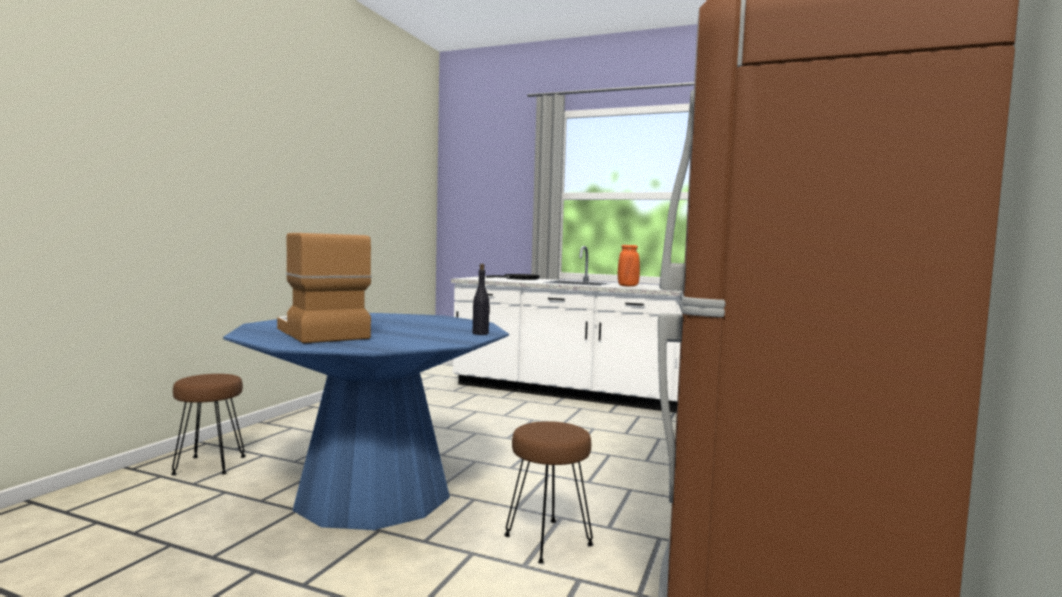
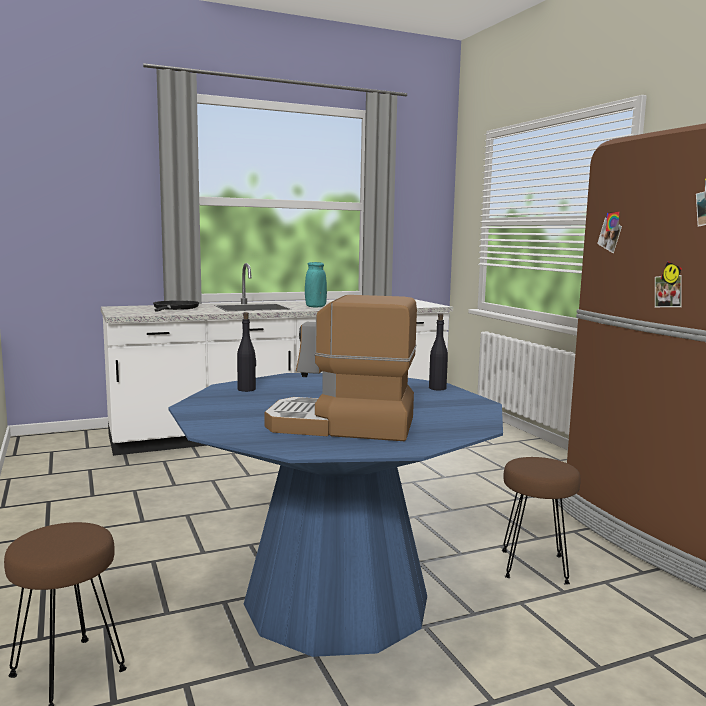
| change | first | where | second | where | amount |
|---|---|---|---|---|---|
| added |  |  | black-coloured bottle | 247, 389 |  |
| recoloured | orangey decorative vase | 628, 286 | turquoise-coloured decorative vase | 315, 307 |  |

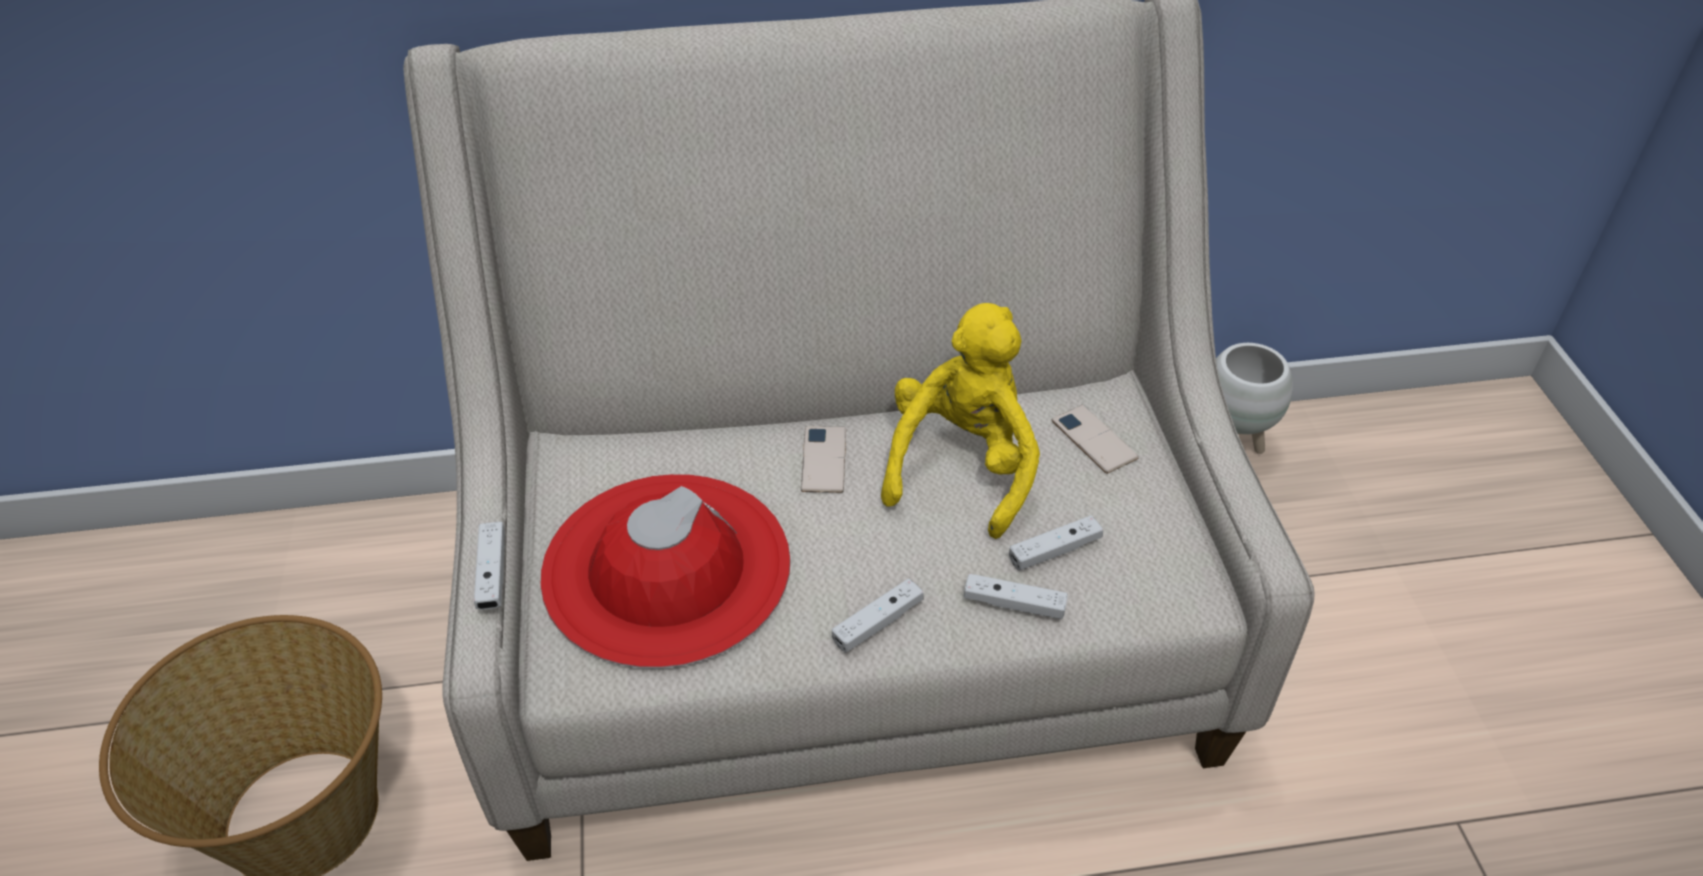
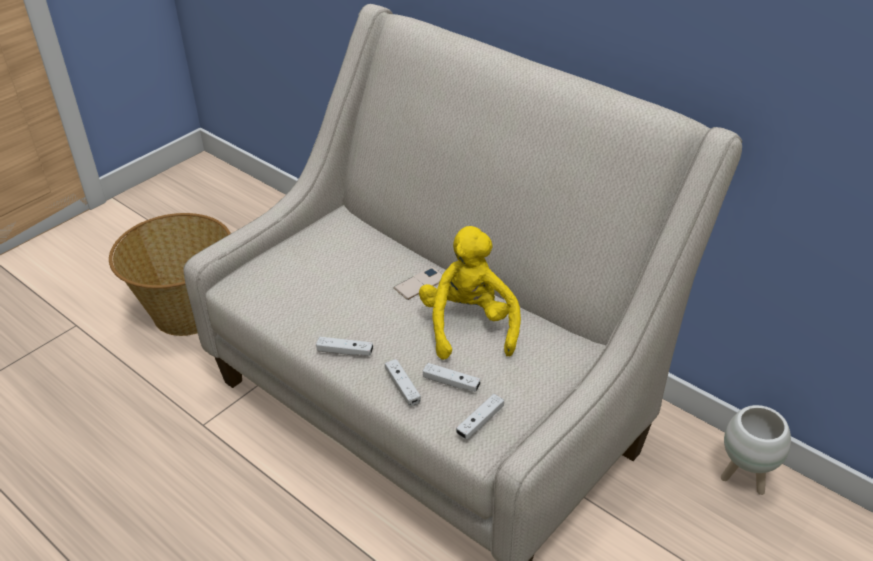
| change | first | where | second | where | amount |
|---|---|---|---|---|---|
| turned | yellow-coloured cuddly toy | 962, 466 |  | 468, 326 | 75 degrees counterclockwise |
| moved | white joypad | 492, 574 |  | 480, 422 |  |
| removed | red wearable hat | 666, 568 |  |  |  |
| removed | handset | 1094, 439 |  |  |  |

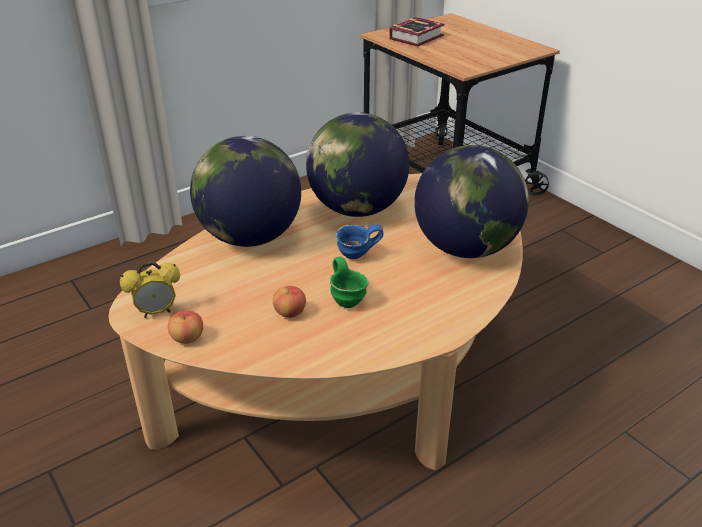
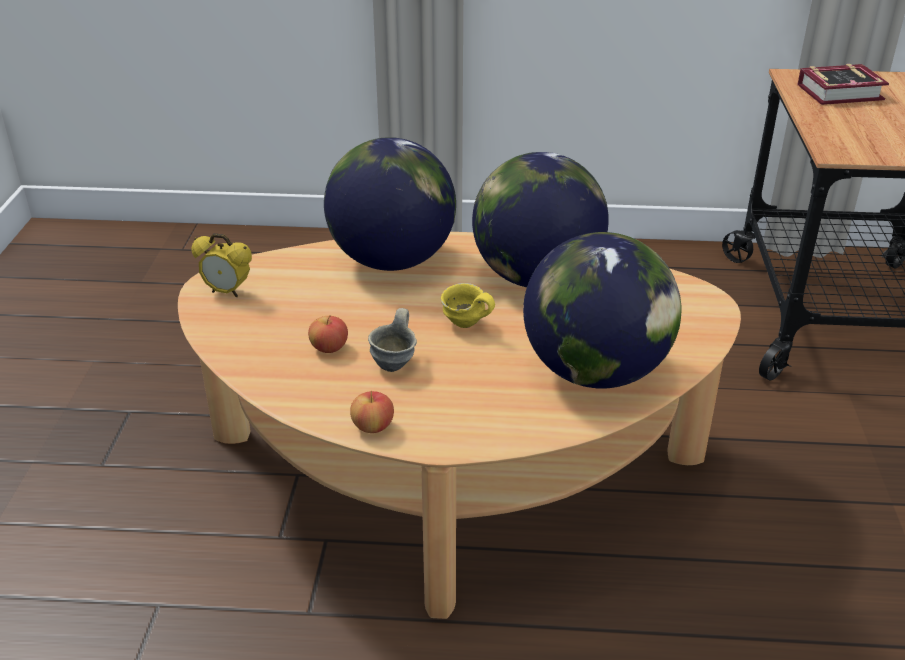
| change | first | where | second | where | amount |
|---|---|---|---|---|---|
| moved | whole apple | 187, 338 |  | 373, 426 |  |
| recoloured | greenish tea mug | 348, 300 | grey tea mug | 397, 363 |  |
| recoloured | blue tea mug | 357, 257 | yellow-coloured tea mug | 465, 326 |  |

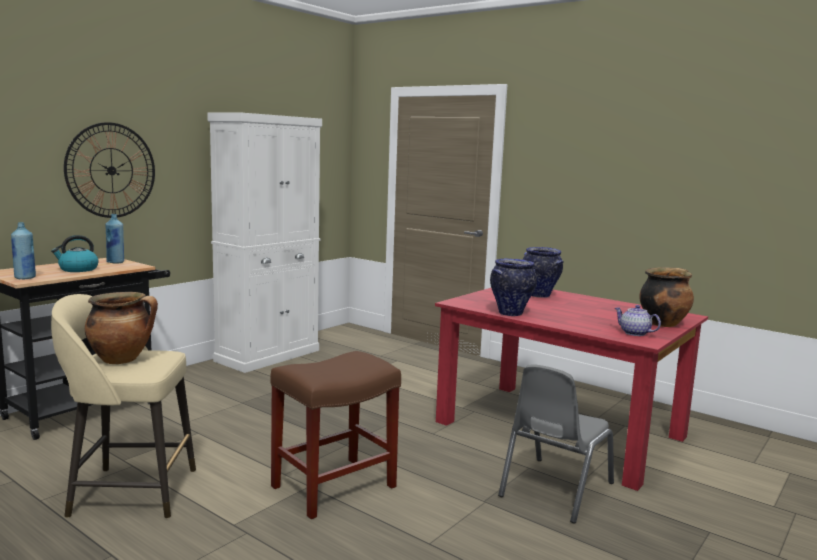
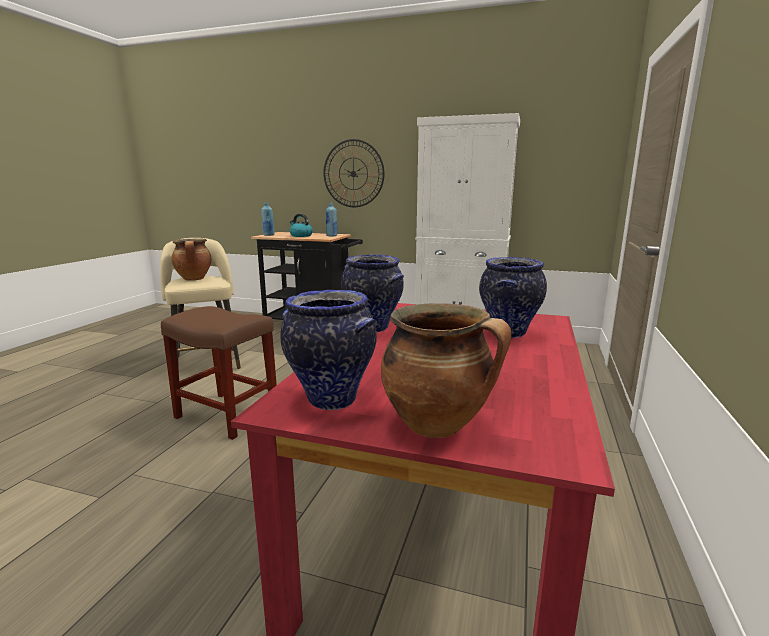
| change | first | where | second | where | amount |
|---|---|---|---|---|---|
| replaced | tea pot | 634, 333 | decorative vase | 330, 400 |  |
| removed | grey plain chair | 555, 489 |  |  |  |

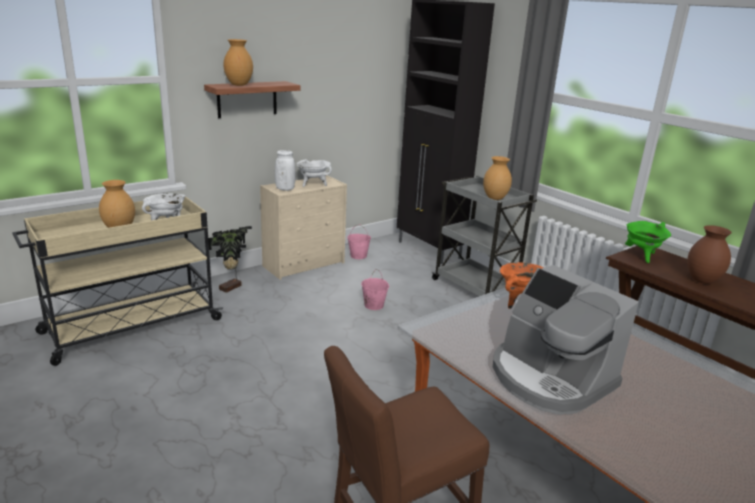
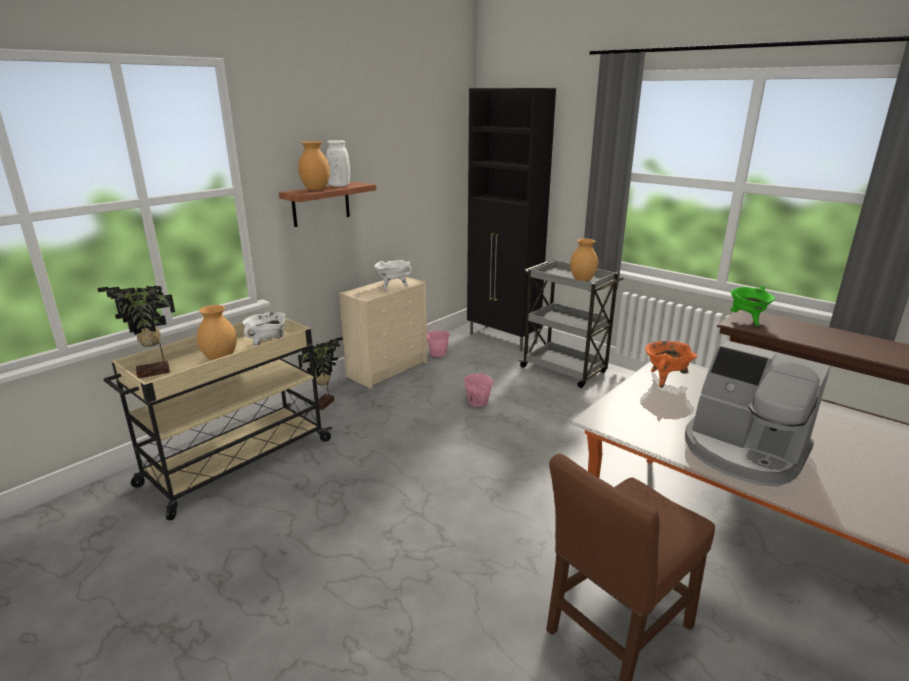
| change | first | where | second | where | amount |
|---|---|---|---|---|---|
| added |  |  | houseplant | 154, 373 |  |
| moved | white decorative vase | 285, 189 |  | 339, 186 |  |
| removed | brown decorative vase | 703, 281 |  |  |  |

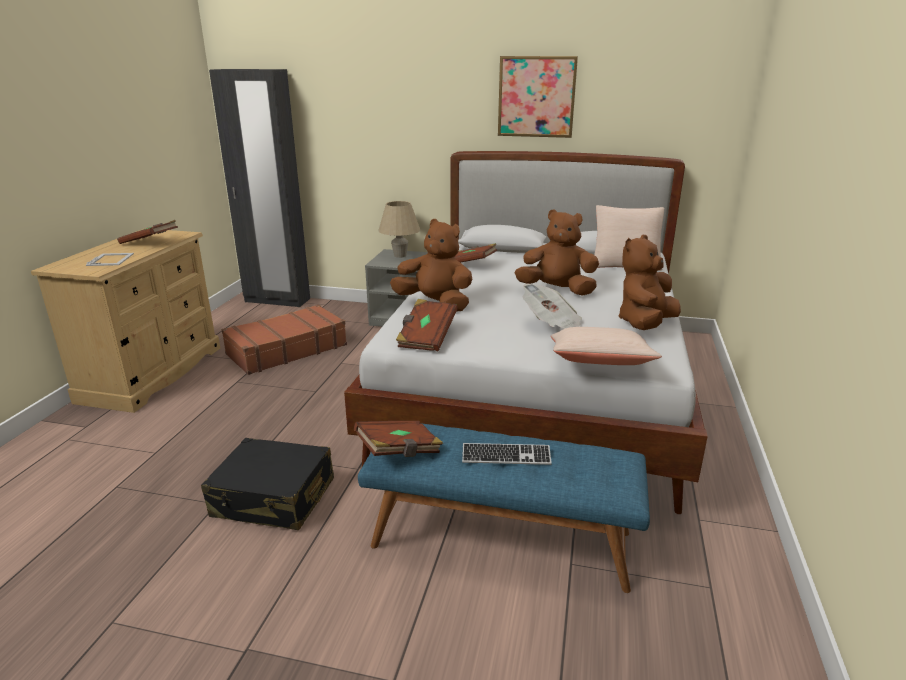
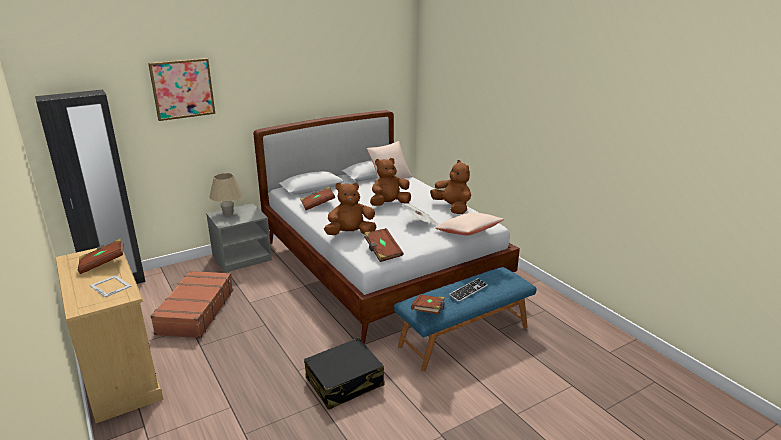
| change | first | where | second | where | amount |
|---|---|---|---|---|---|
| moved | wall art | 536, 97 |  | 182, 88 |  |
| turned | brown cuddly toy | 645, 324 |  | 452, 208 | 150 degrees clockwise |

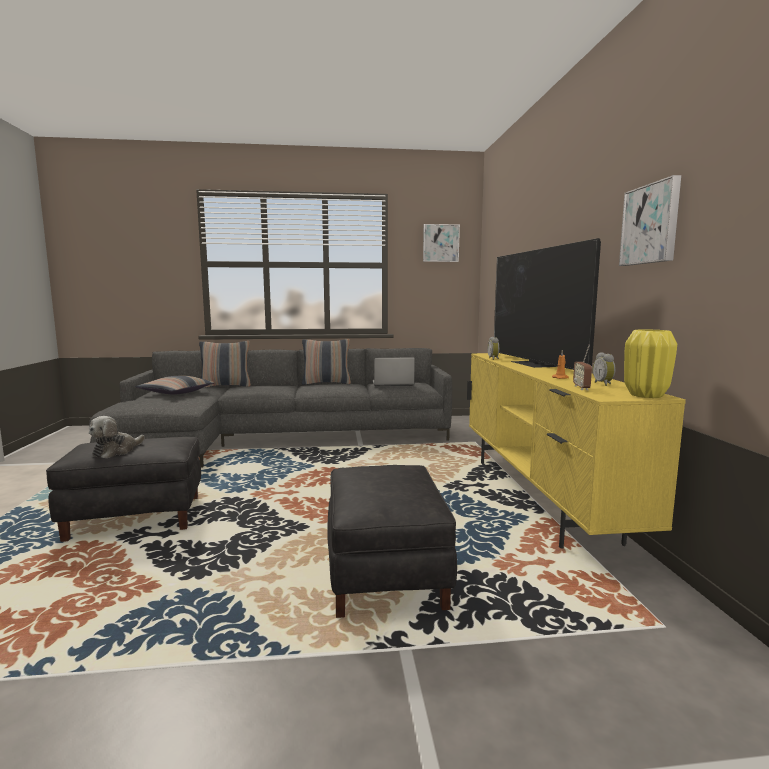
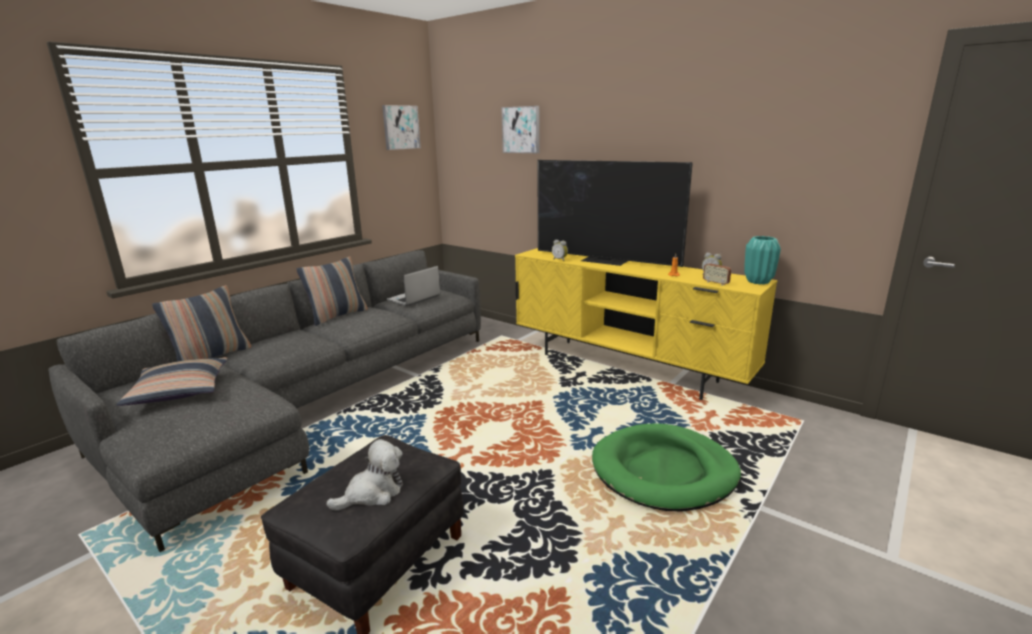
| change | first | where | second | where | amount |
|---|---|---|---|---|---|
| turned | cuddly toy | 116, 451 |  | 373, 493 | 105 degrees counterclockwise |
| moved | wall art | 651, 224 |  | 521, 130 |  |
| replaced | black-coloured pouffe | 386, 573 | greenish dog bed | 664, 471 |  |
| recoloured | yellow-coloured decorative vase | 646, 395 | turquoise-coloured decorative vase | 758, 282 |  |

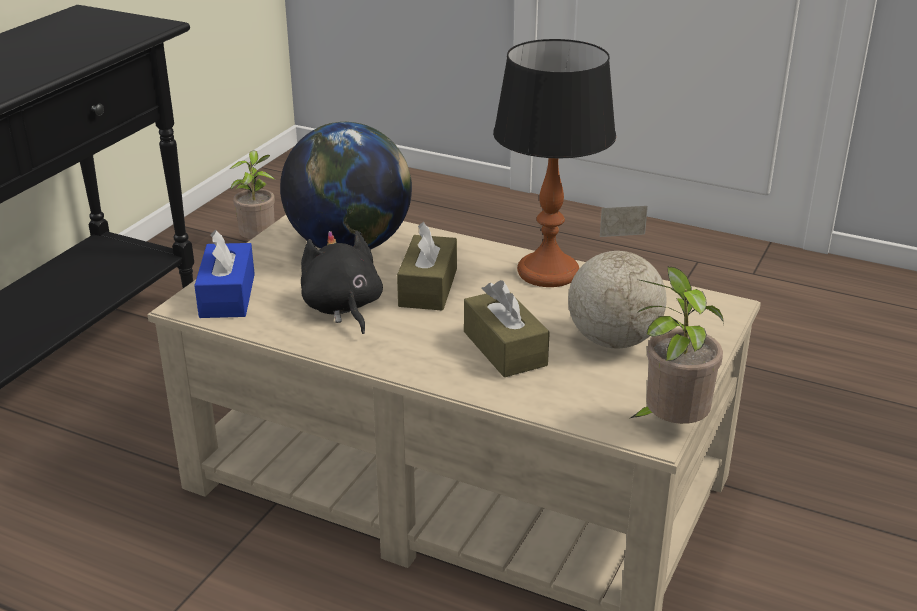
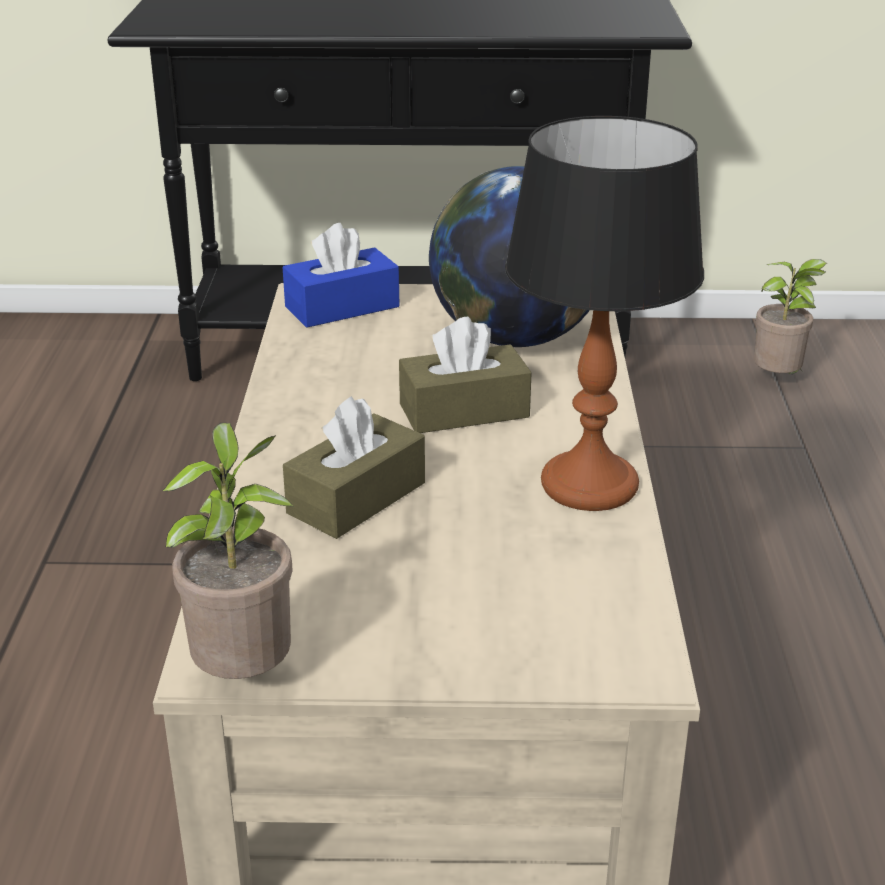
| change | first | where | second | where | amount |
|---|---|---|---|---|---|
| removed | black-coloured cuddly toy | 342, 308 |  |  |  |
| removed | desk globe | 612, 340 |  |  |  |

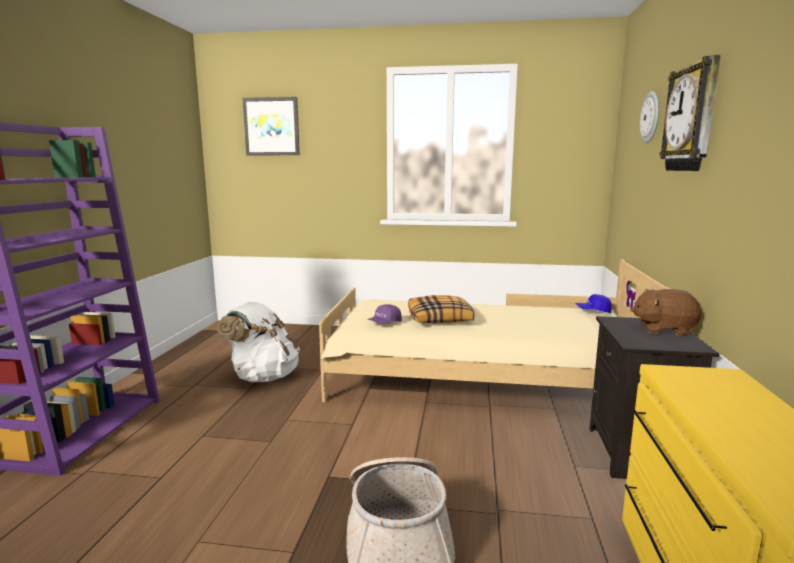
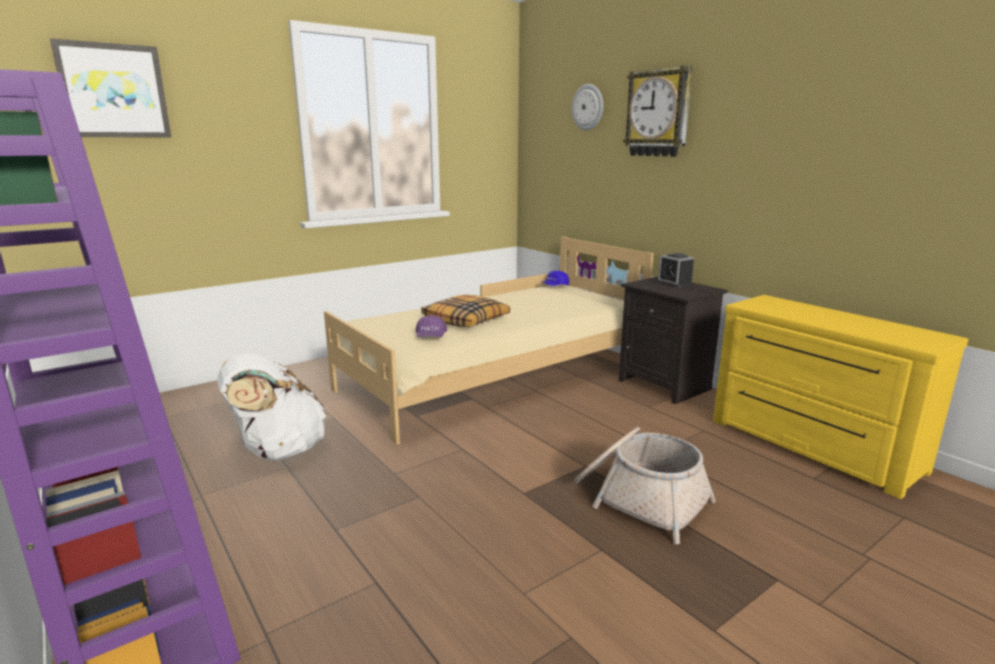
| change | first | where | second | where | amount |
|---|---|---|---|---|---|
| replaced | brown cuddly toy | 663, 329 | alarm clock | 674, 283 |  |

